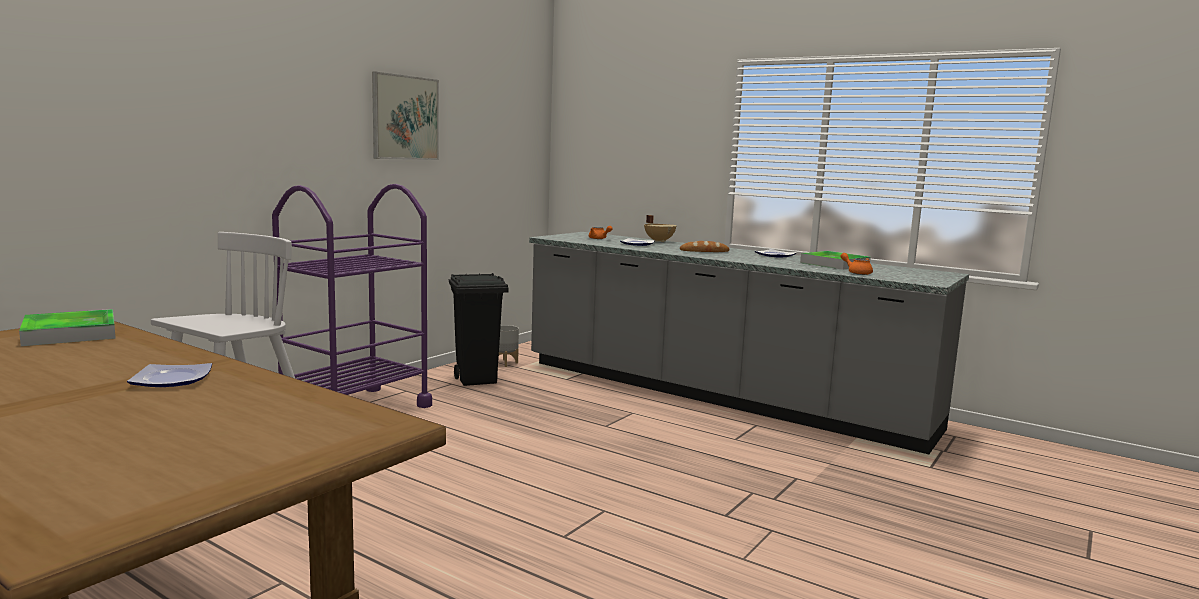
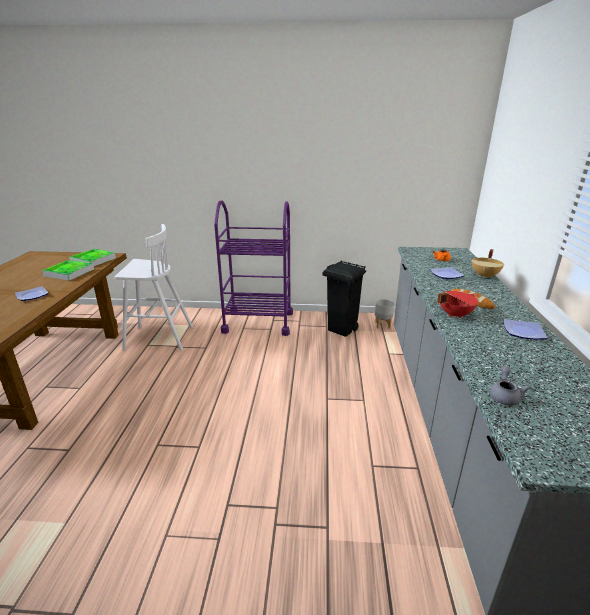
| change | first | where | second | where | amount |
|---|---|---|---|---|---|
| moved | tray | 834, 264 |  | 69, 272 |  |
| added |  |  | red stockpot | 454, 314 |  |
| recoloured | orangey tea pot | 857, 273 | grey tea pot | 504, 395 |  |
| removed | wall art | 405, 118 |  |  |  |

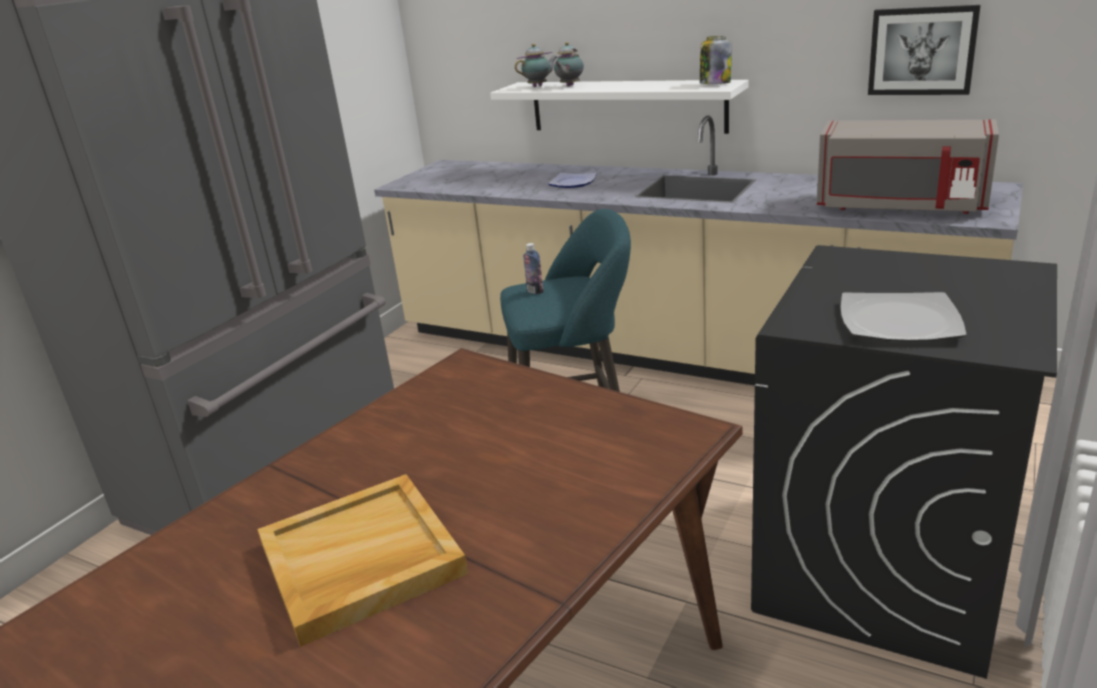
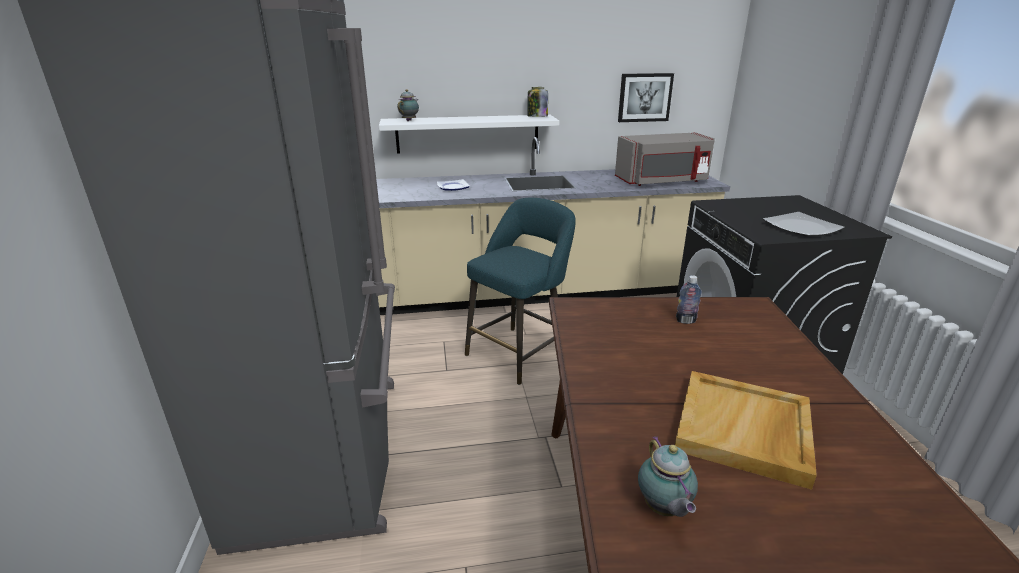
| change | first | where | second | where | amount |
|---|---|---|---|---|---|
| moved | tea pot | 569, 86 |  | 663, 509 |  |
| moved | bottle | 535, 291 |  | 685, 321 |  |

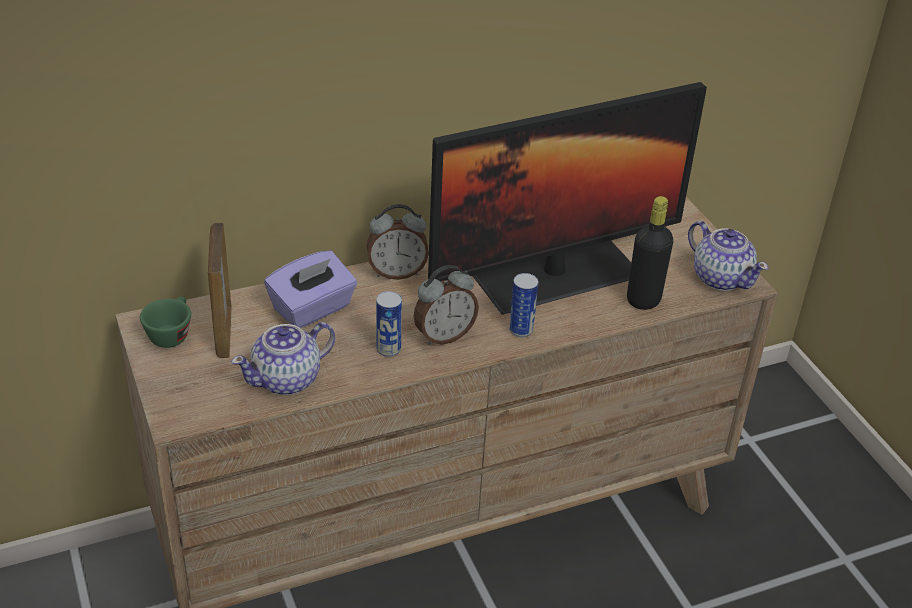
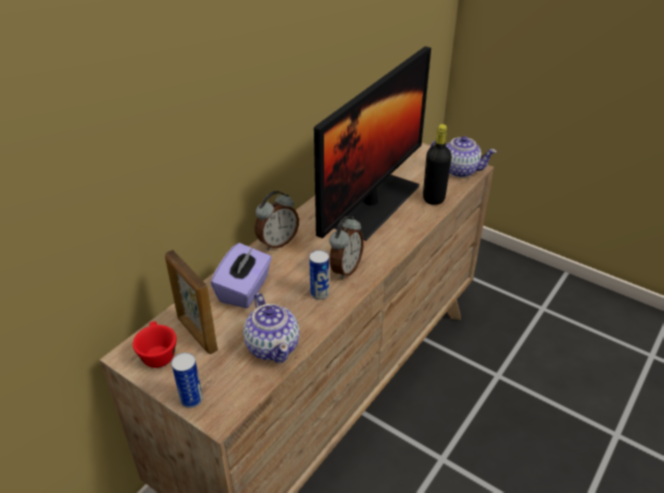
| change | first | where | second | where | amount |
|---|---|---|---|---|---|
| recoloured | greenish drinking cup | 171, 333 | red drinking cup | 157, 353 |  |
| moved | metal can | 521, 330 |  | 191, 399 |  |
| turned | tea pot | 287, 379 |  | 273, 346 | 45 degrees counterclockwise |

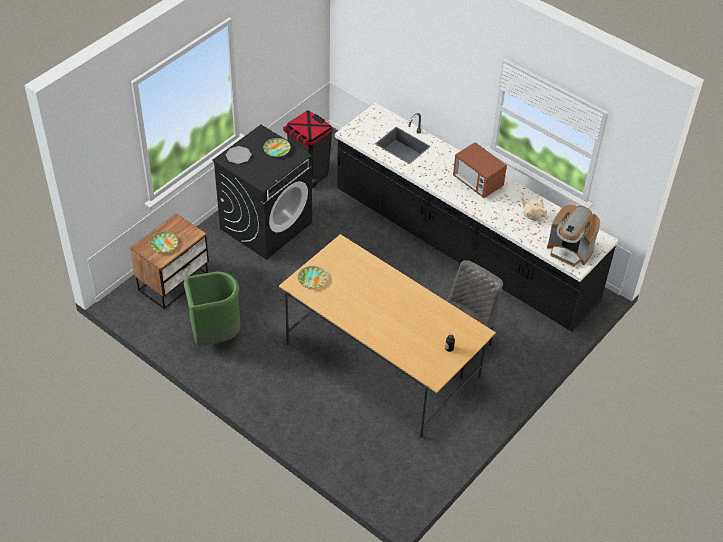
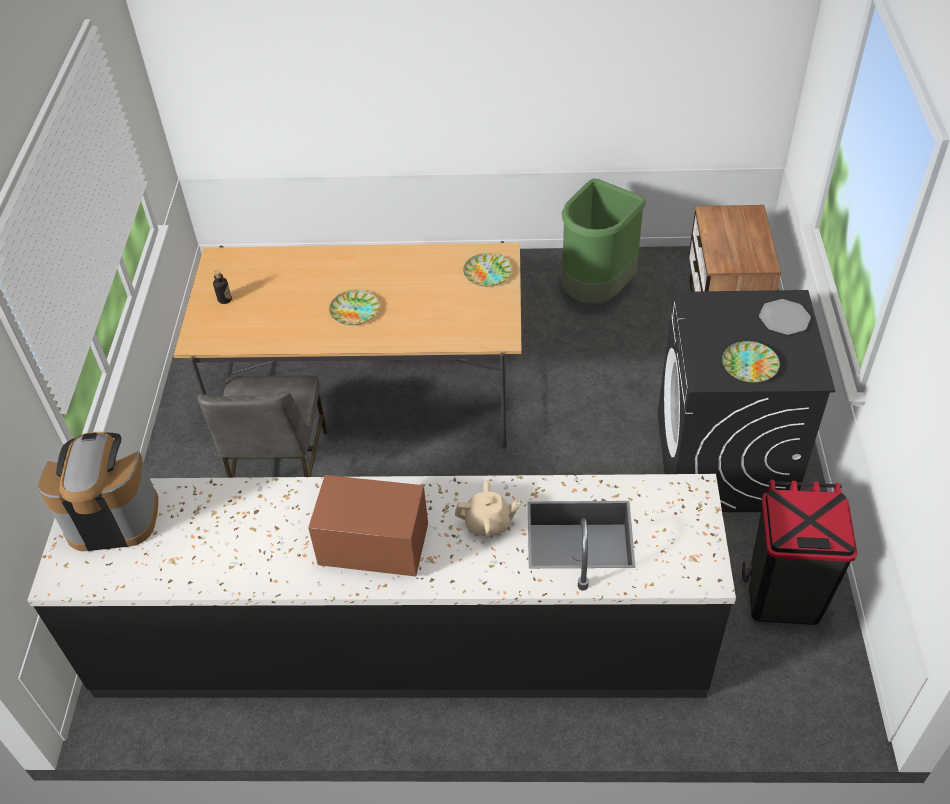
| change | first | where | second | where | amount |
|---|---|---|---|---|---|
| moved | flat dish | 163, 244 |  | 354, 310 |  |
| moved | beige-coloured tea pot | 532, 215 |  | 488, 524 |  |

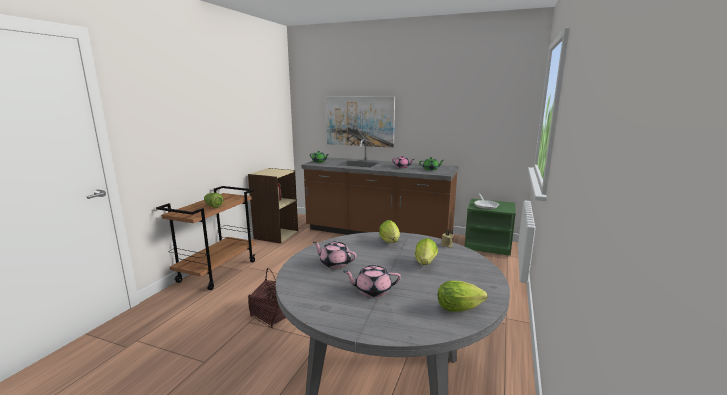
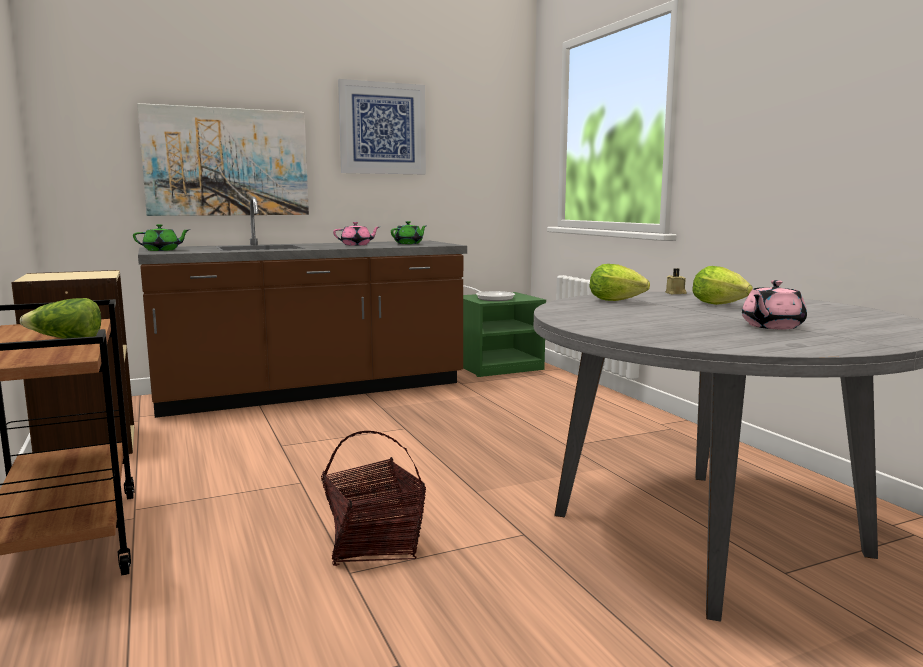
| change | first | where | second | where | amount |
|---|---|---|---|---|---|
| added |  |  | wall art | 382, 128 |  |
| removed | pink-coloured tea pot | 334, 263 |  |  |  |
| removed | lettuce | 461, 309 |  |  |  |

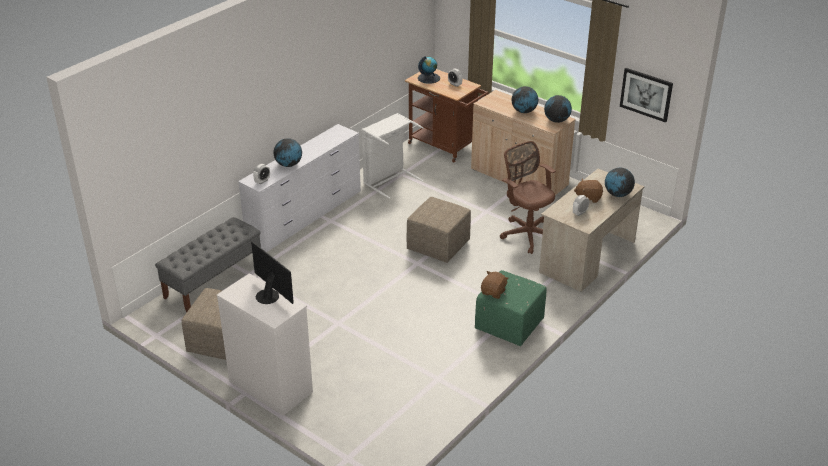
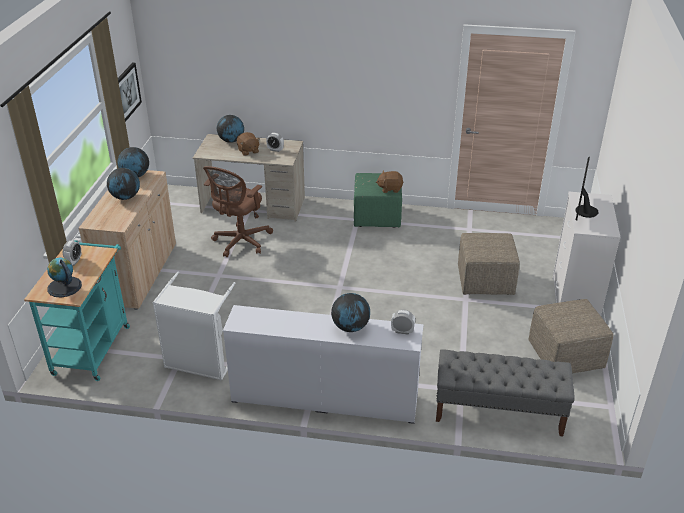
| change | first | where | second | where | amount |
|---|---|---|---|---|---|
| recoloured | brown cart | 445, 147 | turquoise-coloured cart | 93, 346 |  |
| moved | beige-coloured pouffe | 438, 246 |  | 486, 281 |  |

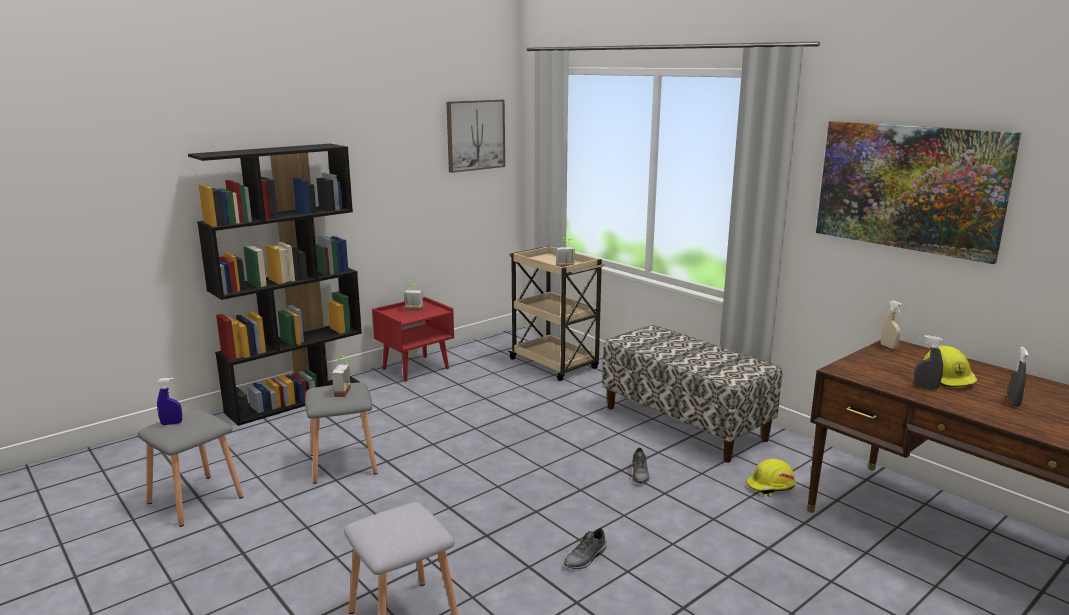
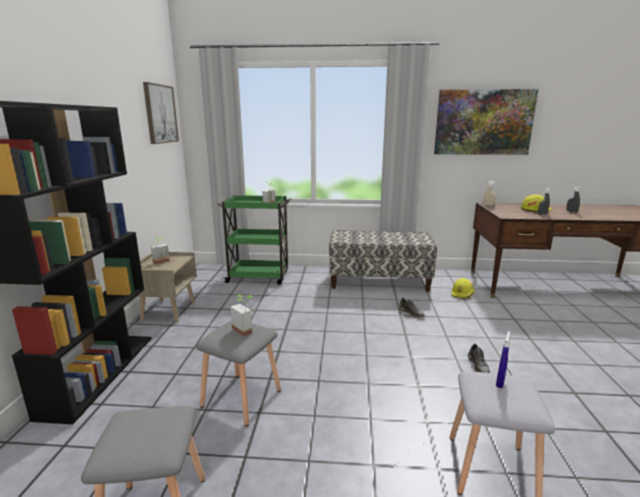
| change | first | where | second | where | amount |
|---|---|---|---|---|---|
| recoloured | red nightstand | 416, 368 | beige-coloured nightstand | 168, 311 |  |
| recoloured | beige-coloured cart | 555, 364 | greenish cart | 259, 277 |  |
| moved | blue sprayer | 171, 423 |  | 500, 383 |  |

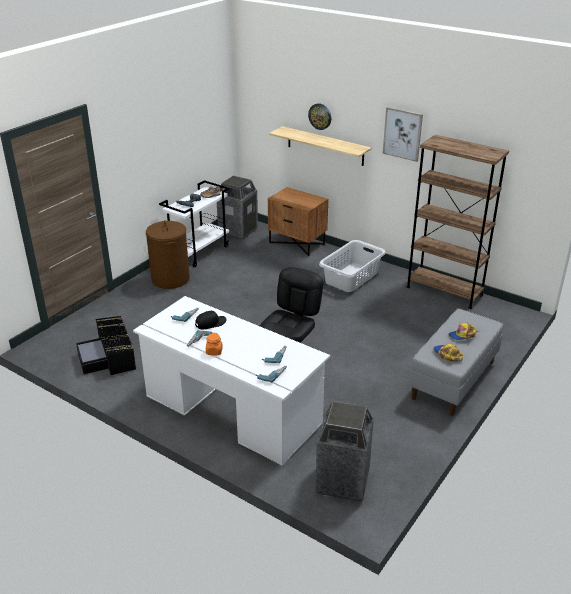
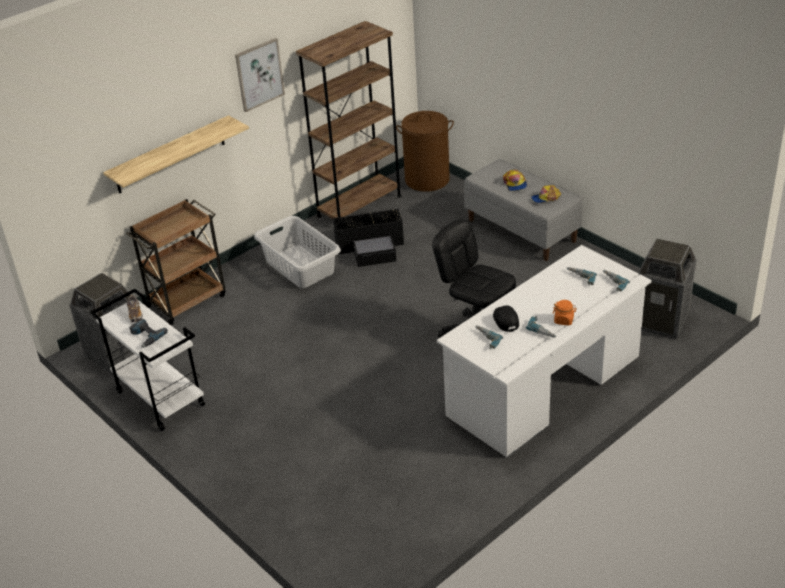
| change | first | where | second | where | amount |
|---|---|---|---|---|---|
| replaced | brown nightstand | 297, 243 | brown cart | 187, 300 |  |
| moved | black-coloured storage container | 109, 357 |  | 372, 246 |  |
| moved | brown hamper | 170, 279 |  | 427, 179 |  |
| removed | wall clock | 320, 116 |  |  |  |

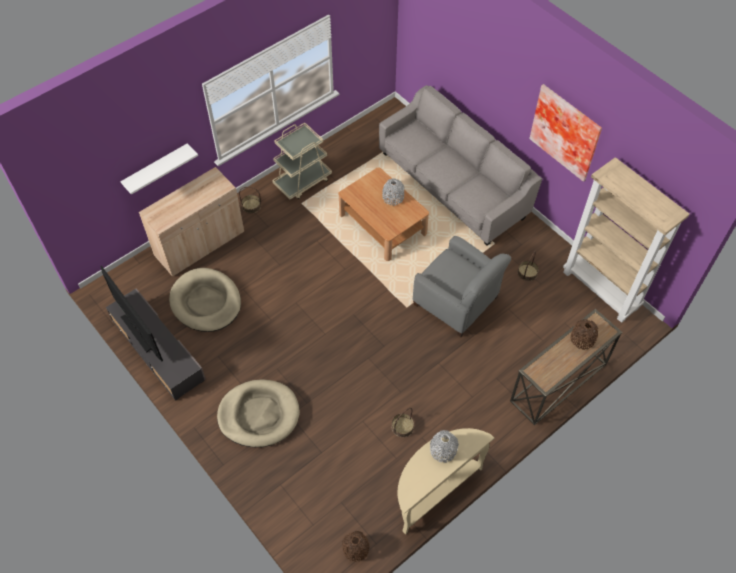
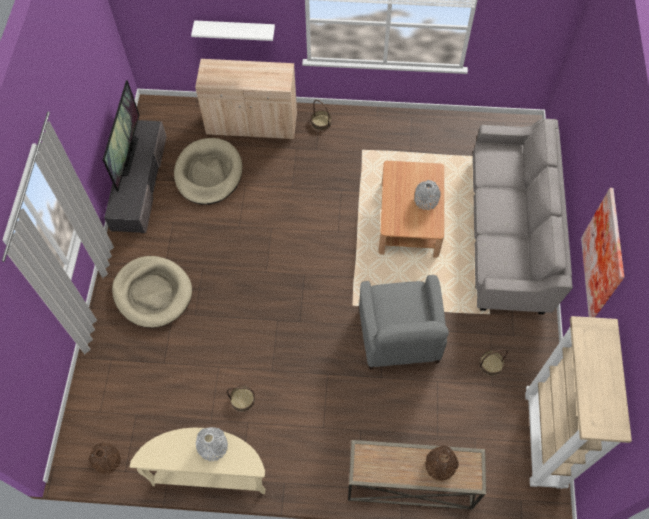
| change | first | where | second | where | amount |
|---|---|---|---|---|---|
| removed | beige-coloured cart | 303, 181 |  |  |  |

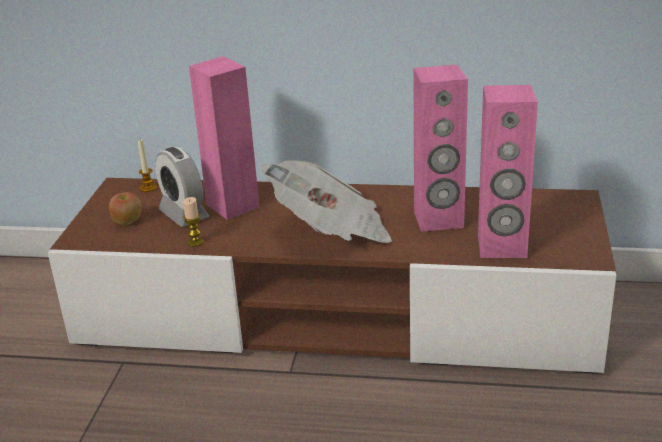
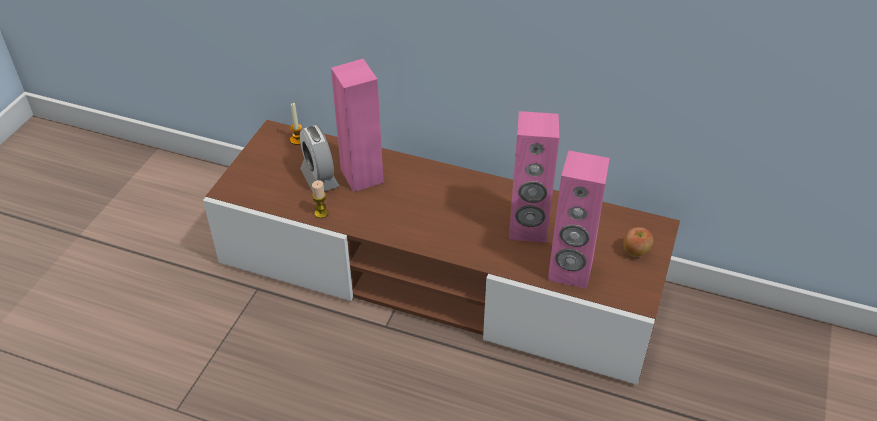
| change | first | where | second | where | amount |
|---|---|---|---|---|---|
| moved | whole apple | 128, 222 |  | 636, 252 |  |
| removed | daily paper | 331, 231 |  |  |  |

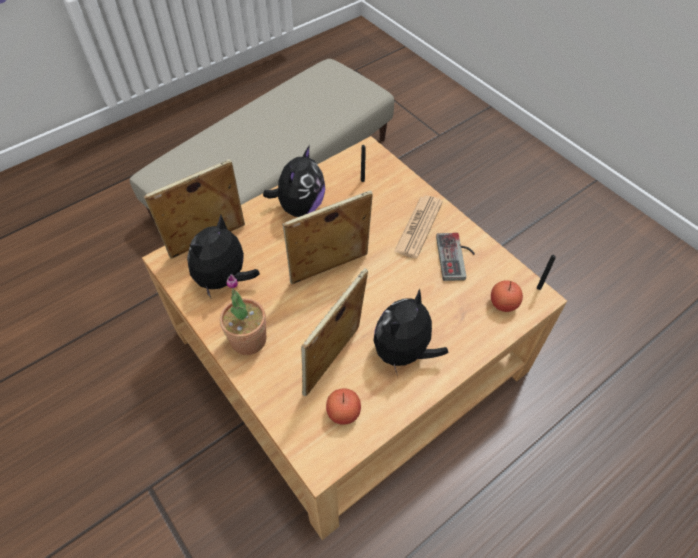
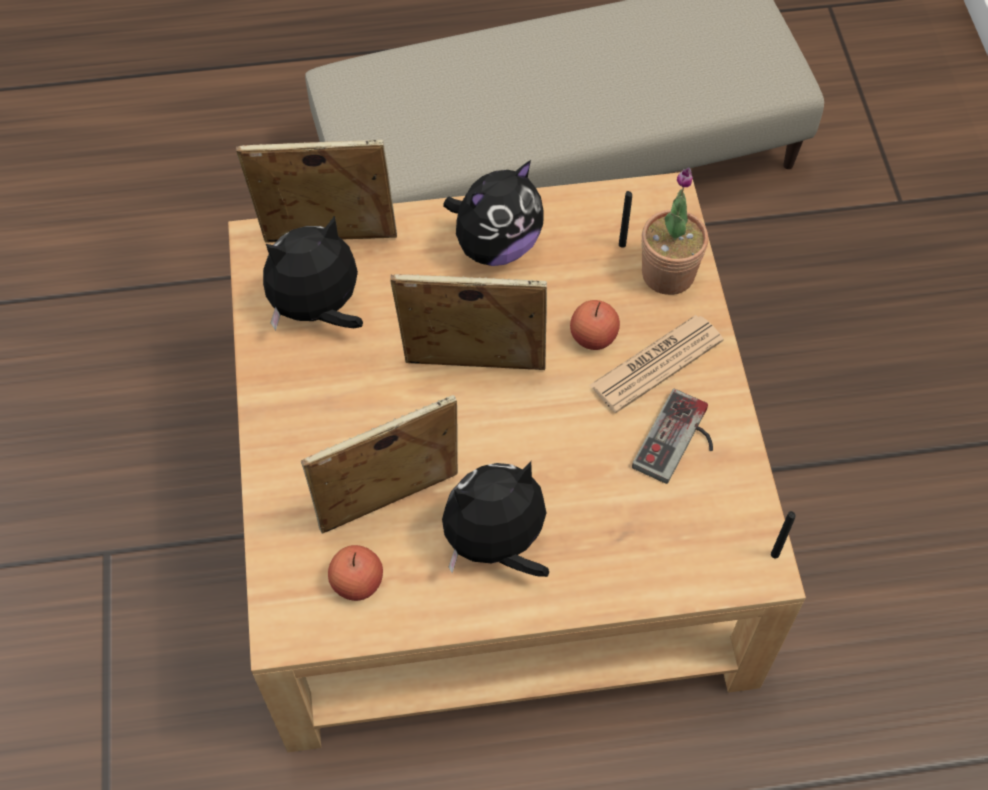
| change | first | where | second | where | amount |
|---|---|---|---|---|---|
| moved | whole apple | 503, 303 |  | 593, 337 |  |
| moved | houseplant | 248, 339 |  | 668, 274 |  |

